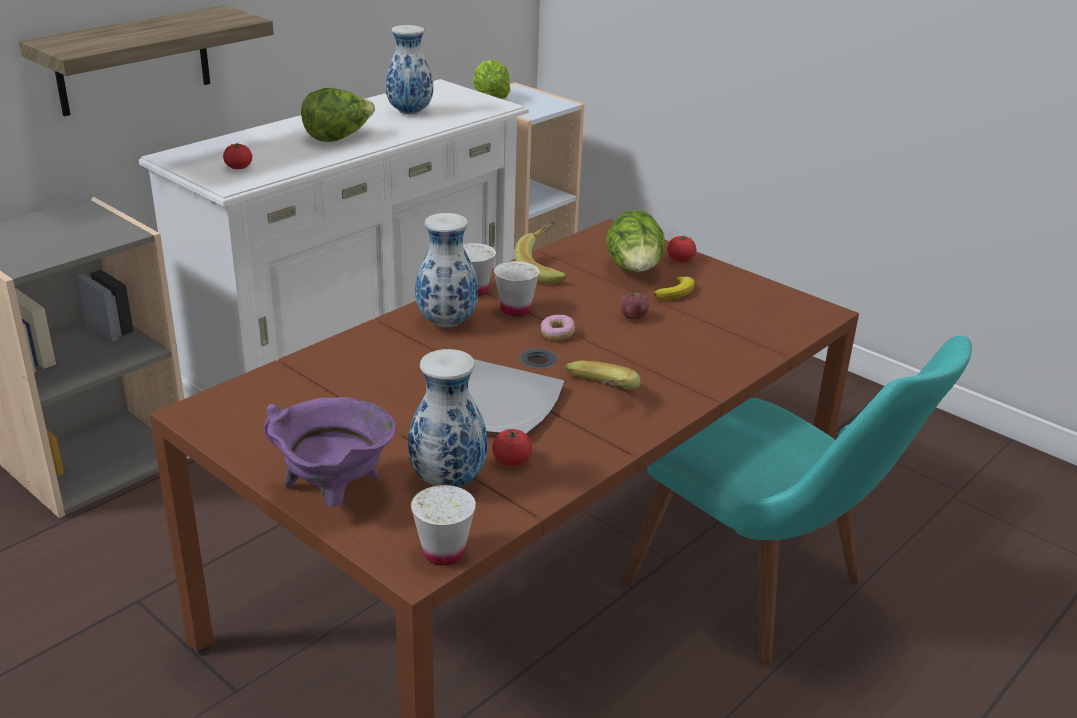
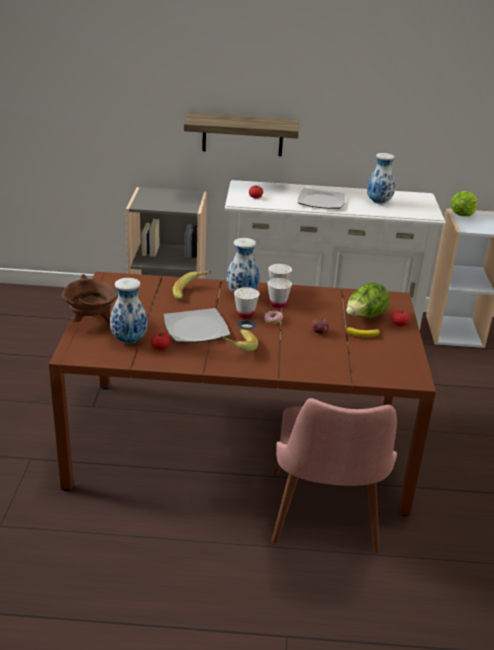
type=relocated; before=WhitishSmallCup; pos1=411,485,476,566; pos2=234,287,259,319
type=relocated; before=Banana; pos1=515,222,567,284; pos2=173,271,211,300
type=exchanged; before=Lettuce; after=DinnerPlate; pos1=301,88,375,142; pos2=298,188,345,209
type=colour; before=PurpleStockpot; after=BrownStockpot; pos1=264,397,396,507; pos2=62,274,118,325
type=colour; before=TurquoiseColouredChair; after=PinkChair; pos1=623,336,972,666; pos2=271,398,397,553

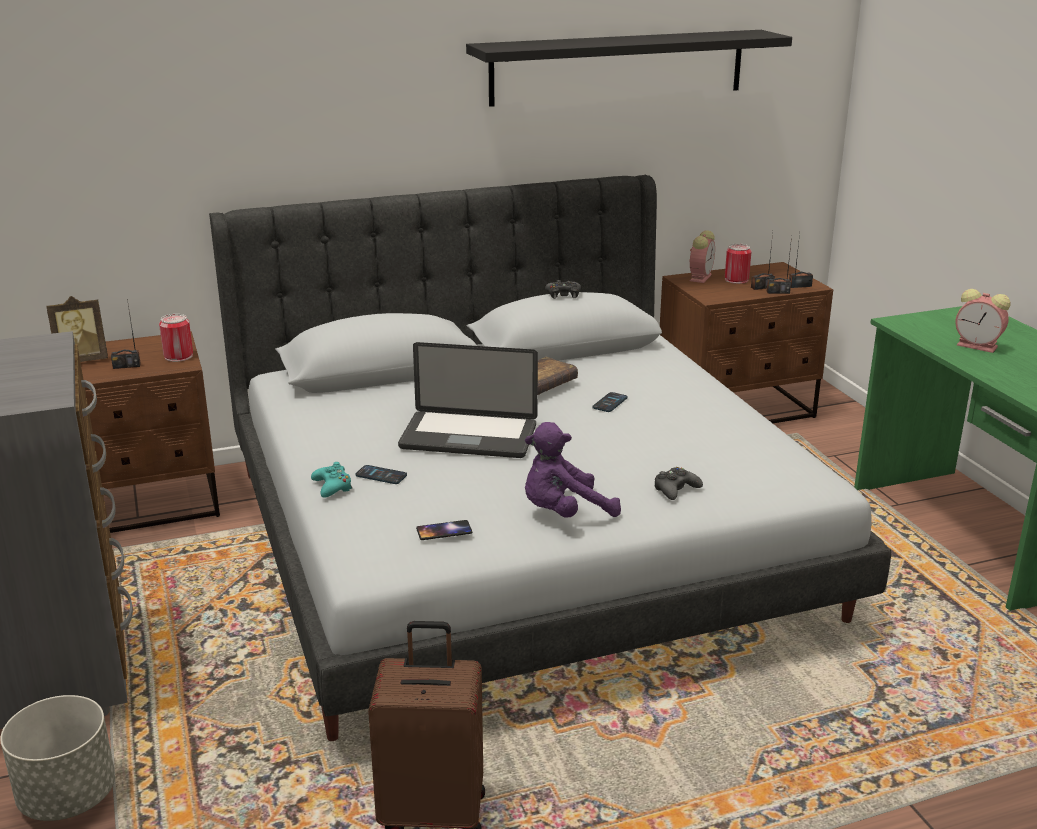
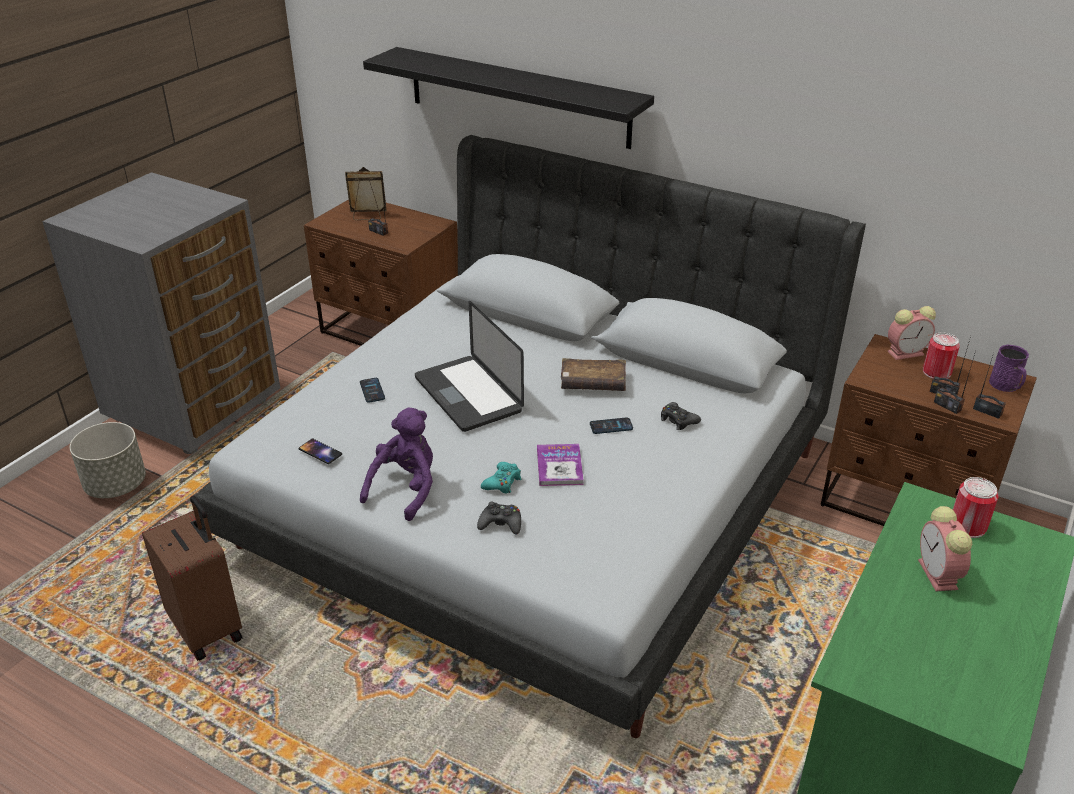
type=appeared; after=Volume; pos2=537,444,584,486
type=appeared; after=PurpleTeaMug; pos2=989,345,1029,392
type=relocated; before=SealedCan; pos1=159,314,193,362; pos2=953,477,999,538
type=relocated; before=TurquoiseColouredJoypad; pos1=311,462,352,498; pos2=481,462,521,494
type=relocated; before=BlackishShelf; pos1=466,30,792,107; pos2=363,47,654,149
type=relocated; before=BlackishJoypad; pos1=545,280,581,299; pos2=661,402,701,430
type=spun; before=PictureFrame; pos1=46,296,108,362; pos2=345,167,387,220; turn=150
type=spun; before=PurpleCuddlyToy; pos1=525,422,621,518; pos2=360,408,433,521; turn=90

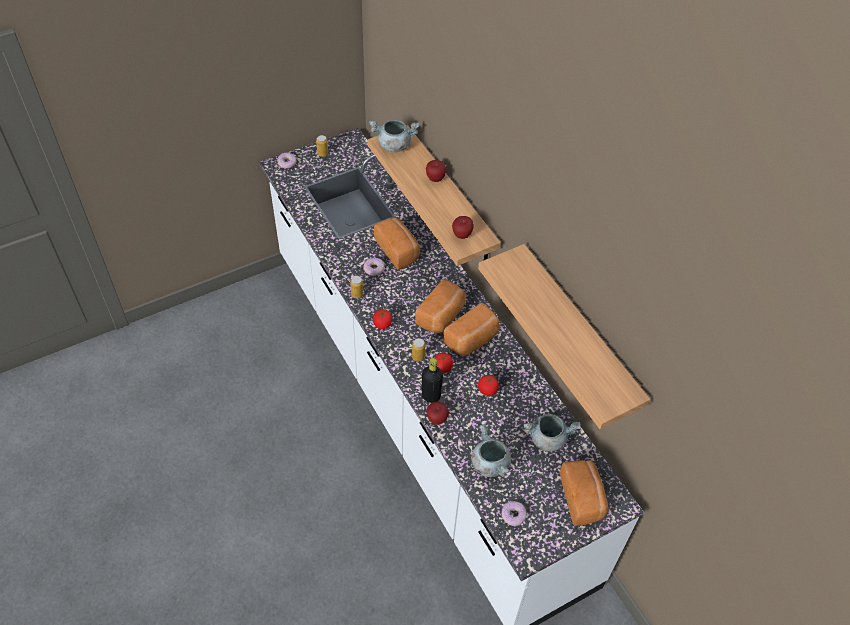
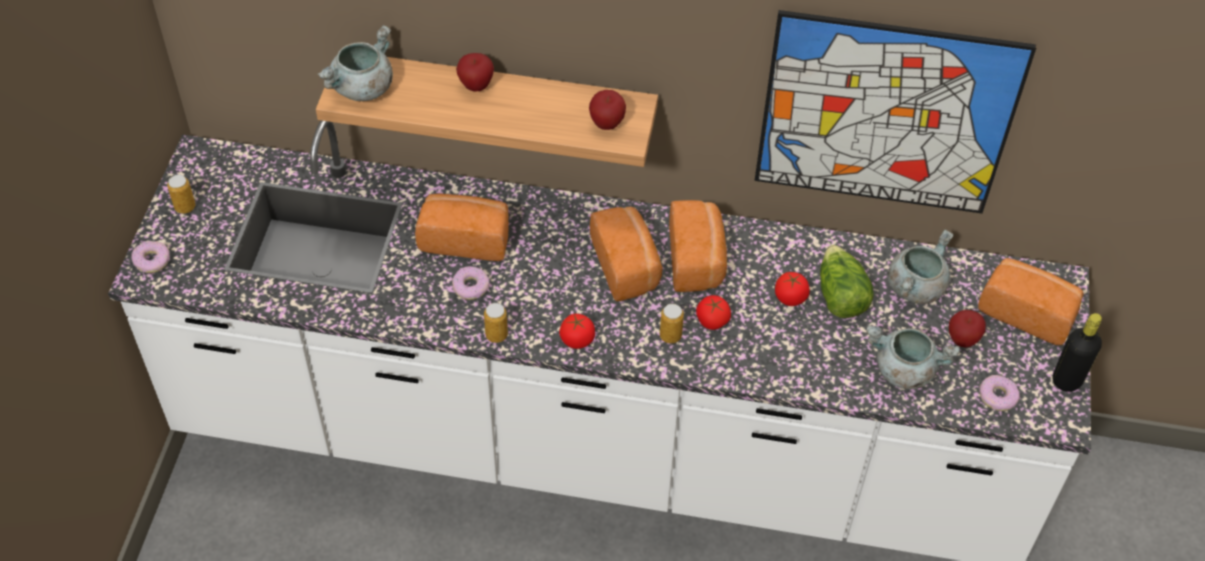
type=appeared; after=Lettuce; pos2=820,245,874,318
type=relocated; before=BlackishBeverageBottle; pos1=422,358,443,403; pos2=1053,313,1102,392
type=relocated; before=AppleFruit; pos1=426,402,449,425; pos2=949,310,986,348
type=exchanged; before=Shelf; after=WallPicture; pos1=478,244,650,429; pos2=755,10,1037,214

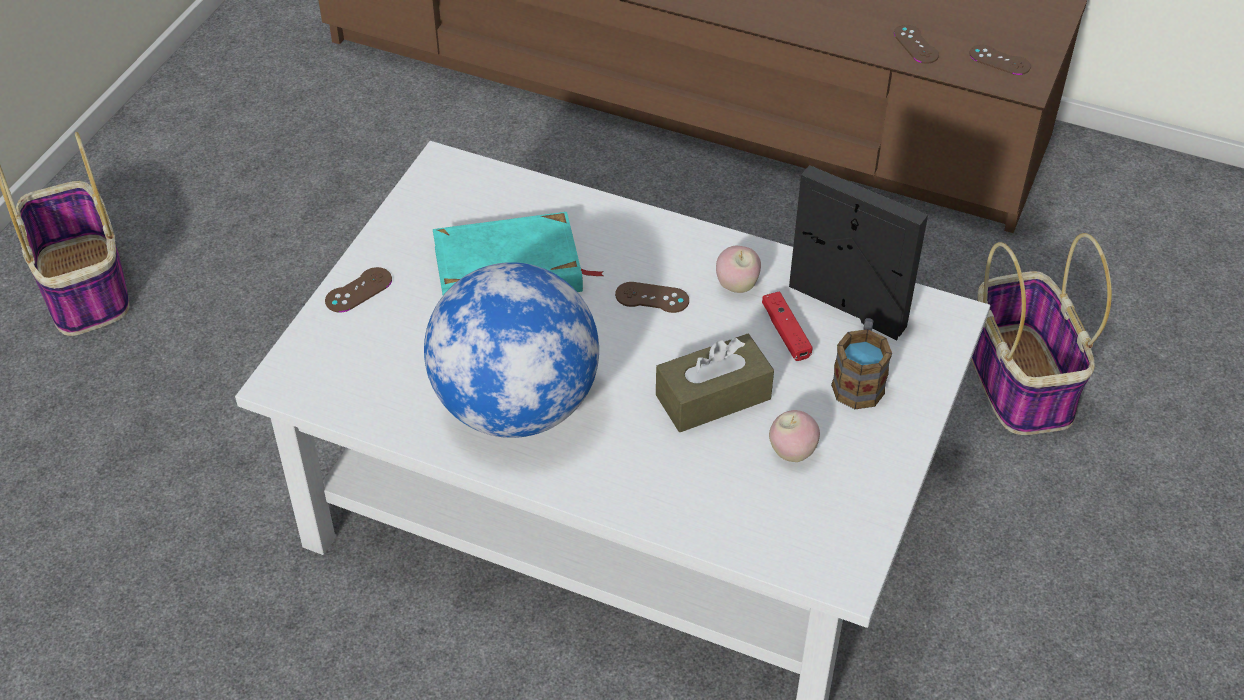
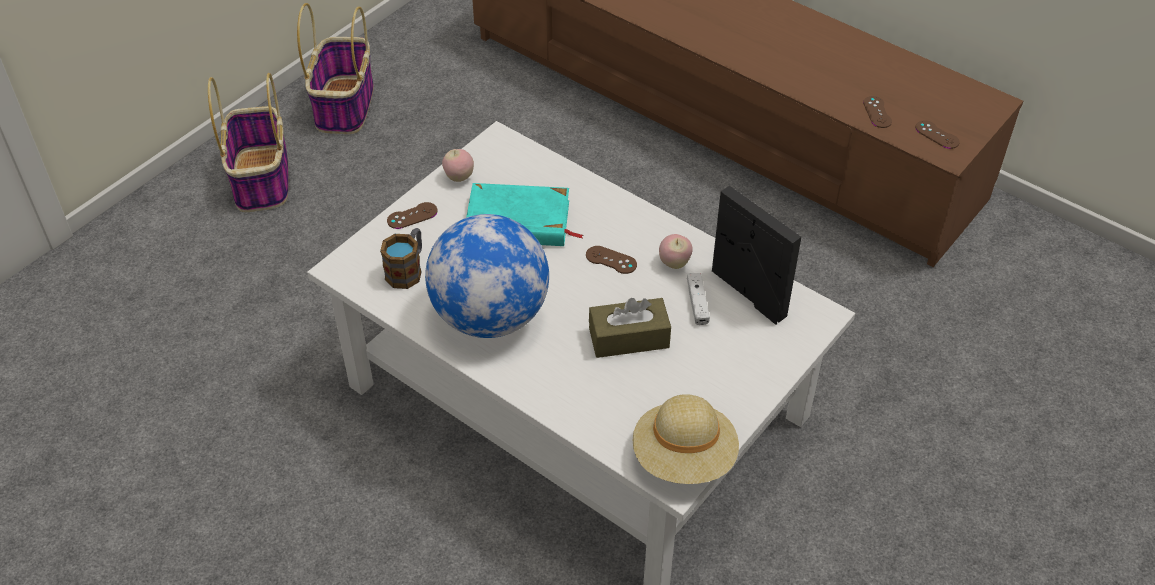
type=appeared; after=BeigeColouredHat; pos2=633,394,739,484
type=relocated; before=AppleFruit; pos1=769,410,820,462; pos2=442,149,474,182
type=relocated; before=TeaMug; pos1=831,318,892,409; pos2=380,228,422,289
type=relocated; before=HouseholdBasket; pos1=971,233,1112,435; pos2=297,3,374,134
type=colour; before=RedJoypad; after=WhitishJoypad; pos1=762,292,813,361; pos2=687,273,710,325

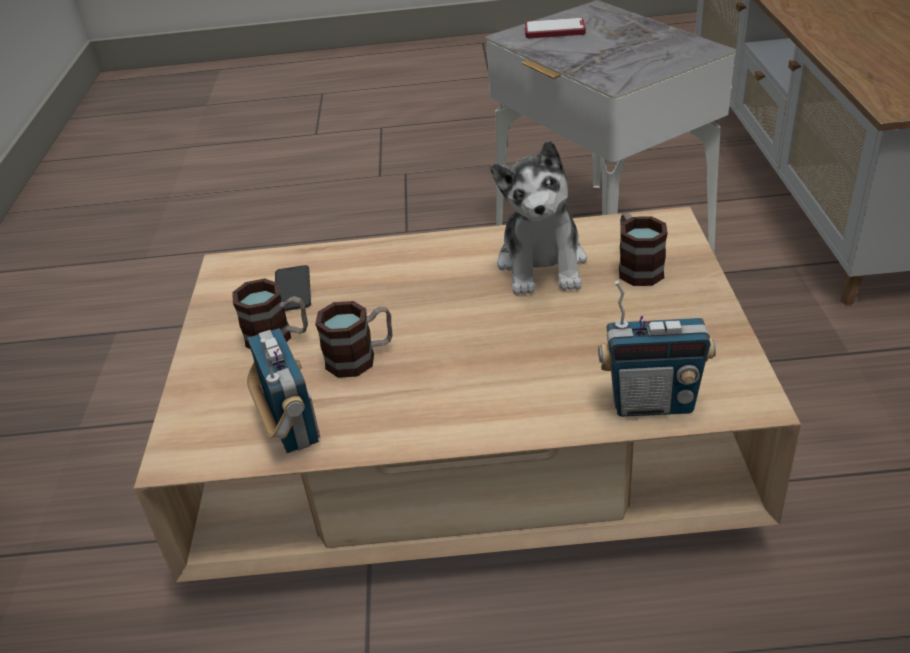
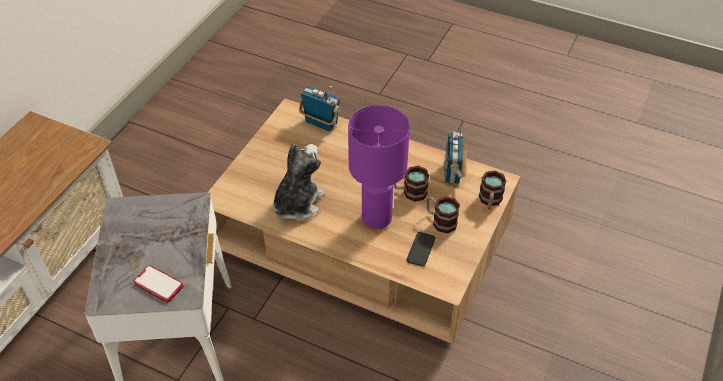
type=appeared; after=PurpleLampForATable; pos2=348,105,410,229
type=relocated; before=TeaMug; pos1=619,213,668,286; pos2=479,170,506,210

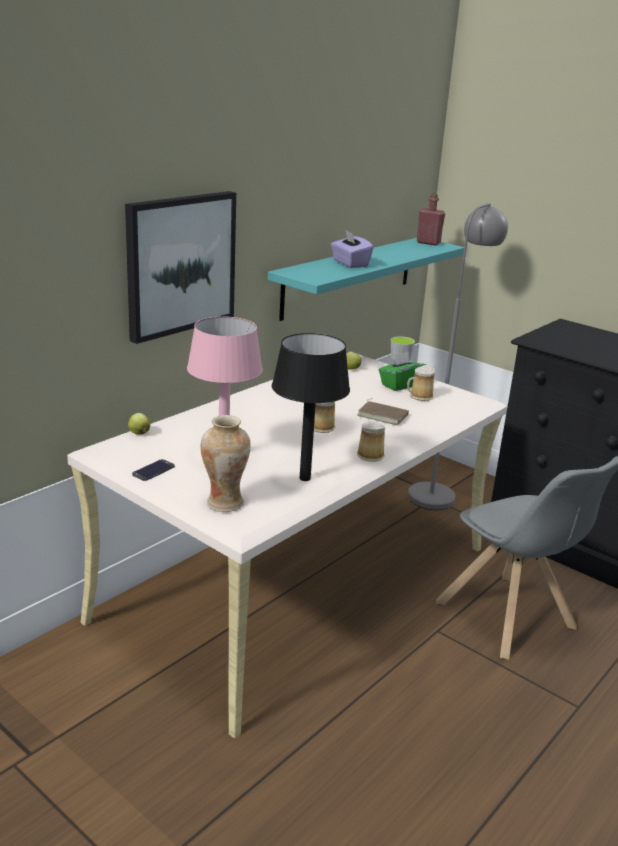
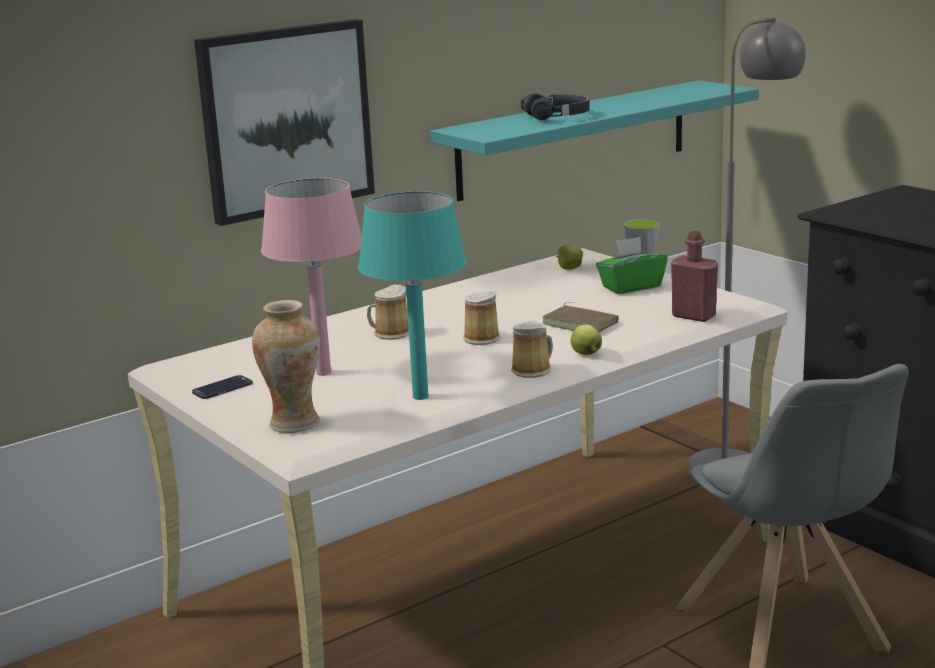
type=relocated; before=AppleFruit; pos1=128,413,150,435; pos2=571,324,602,355
type=relocated; before=TeaMug; pos1=407,365,435,401; pos2=367,285,409,340
type=relocated; before=RedBeverageBottle; pos1=417,193,445,246; pos2=671,231,718,322
type=exchanged; before=PurpleBoxOfTissues; after=BlackishHeadphones; pos1=331,230,374,268; pos2=521,94,590,120
type=colour; before=BlackishLampForATable; after=TurquoiseColouredLampForATable; pos1=272,333,350,481; pos2=358,191,467,400

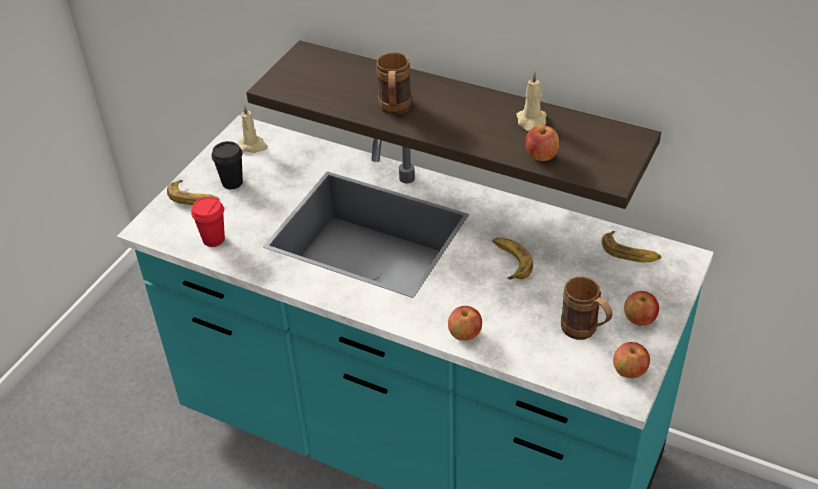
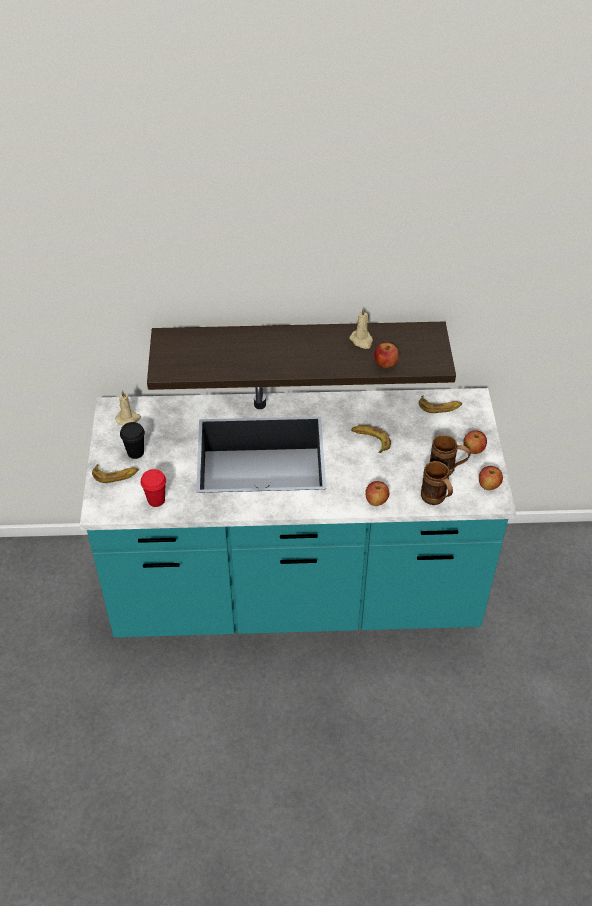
type=relocated; before=BrownTeaMug; pos1=376,52,411,115; pos2=421,461,453,505

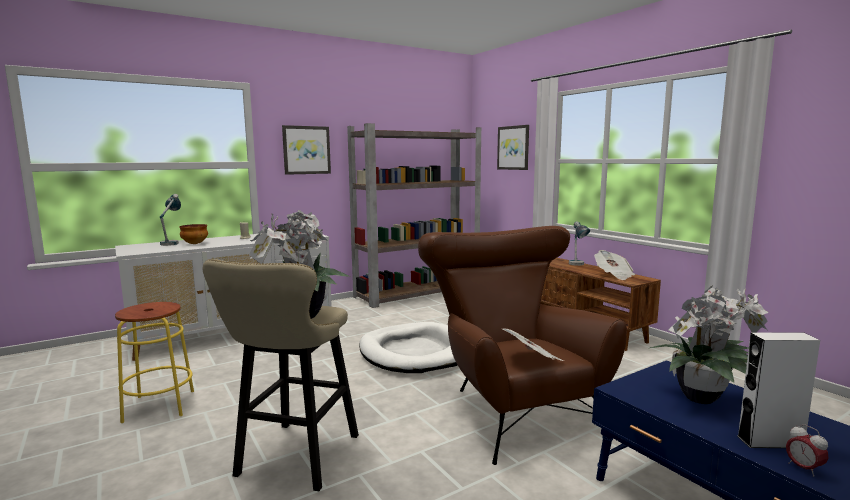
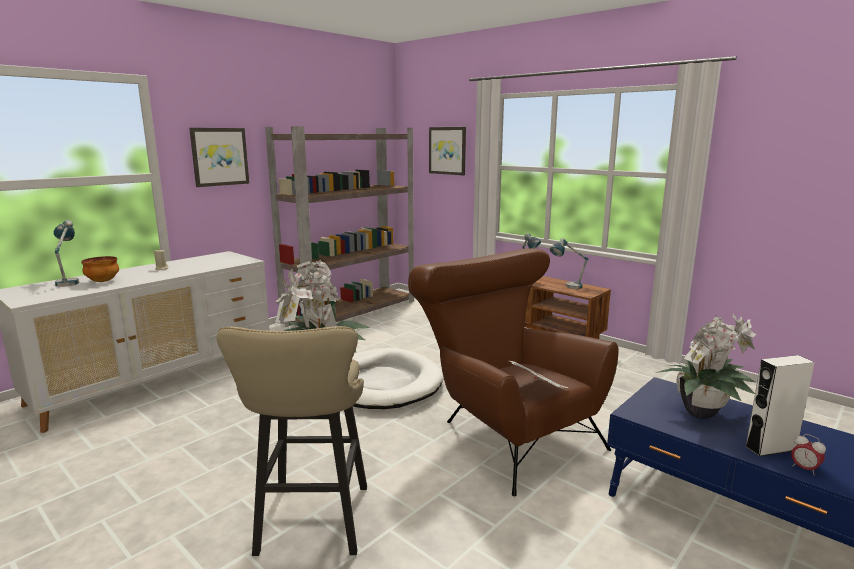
type=missing; before=YellowStoolSeat; pos1=115,302,194,423
type=exchanged; before=PrintedPaper; after=LampForATable; pos1=594,250,635,280; pos2=550,238,588,289

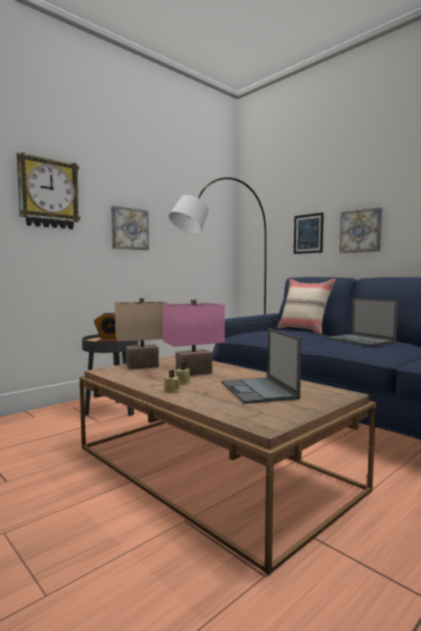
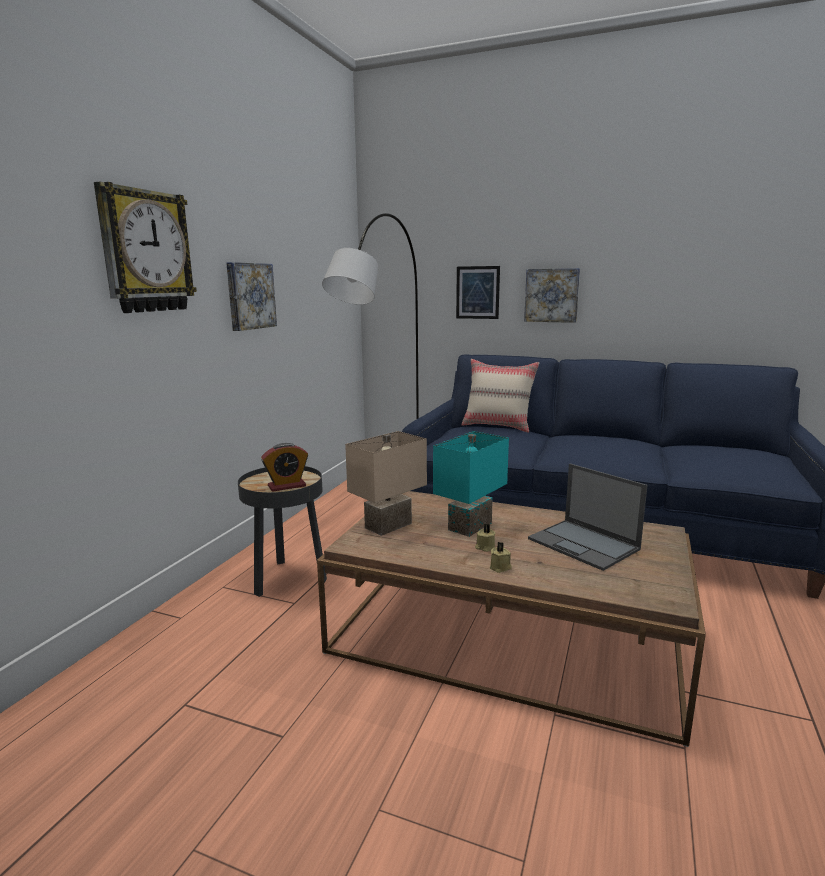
type=missing; before=Laptop; pos1=326,298,398,346
type=colour; before=PinkLampForATable; after=TurquoiseColouredLampForATable; pos1=163,299,225,376; pos2=433,431,509,537

